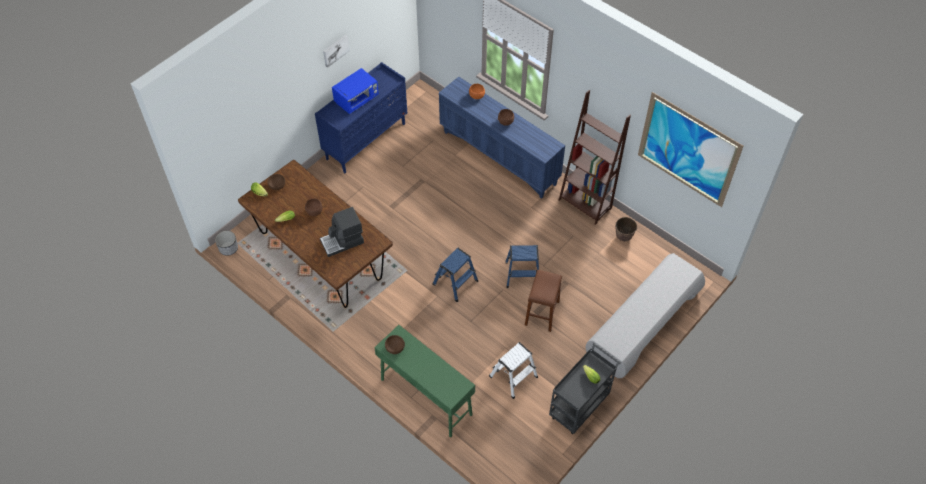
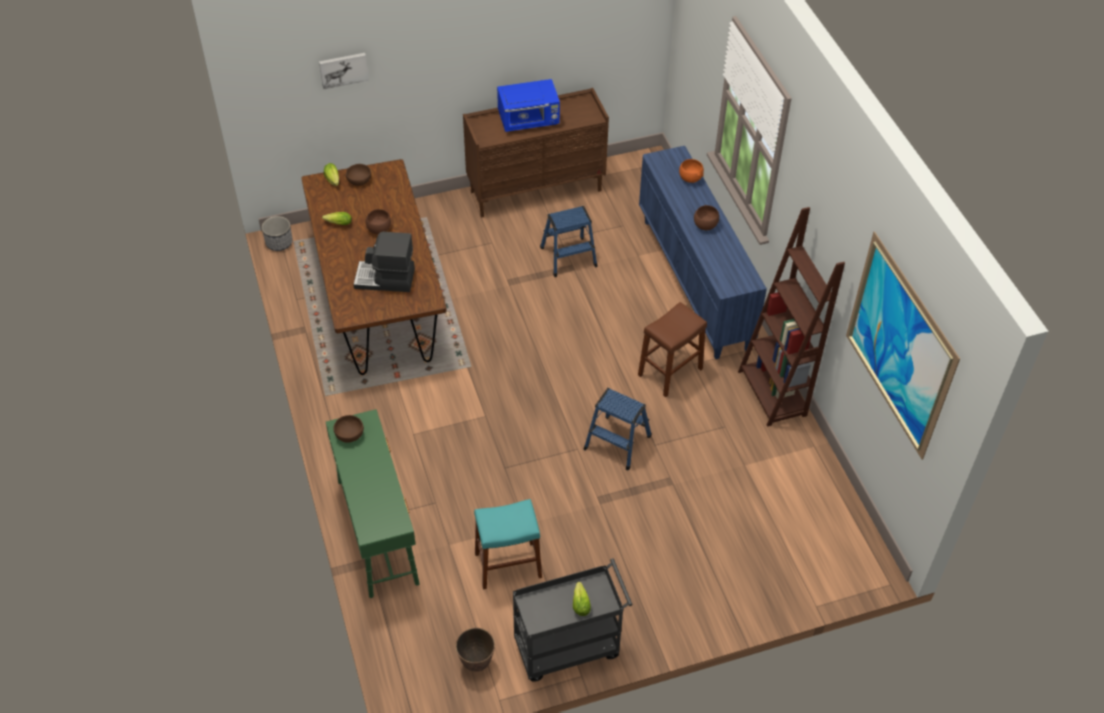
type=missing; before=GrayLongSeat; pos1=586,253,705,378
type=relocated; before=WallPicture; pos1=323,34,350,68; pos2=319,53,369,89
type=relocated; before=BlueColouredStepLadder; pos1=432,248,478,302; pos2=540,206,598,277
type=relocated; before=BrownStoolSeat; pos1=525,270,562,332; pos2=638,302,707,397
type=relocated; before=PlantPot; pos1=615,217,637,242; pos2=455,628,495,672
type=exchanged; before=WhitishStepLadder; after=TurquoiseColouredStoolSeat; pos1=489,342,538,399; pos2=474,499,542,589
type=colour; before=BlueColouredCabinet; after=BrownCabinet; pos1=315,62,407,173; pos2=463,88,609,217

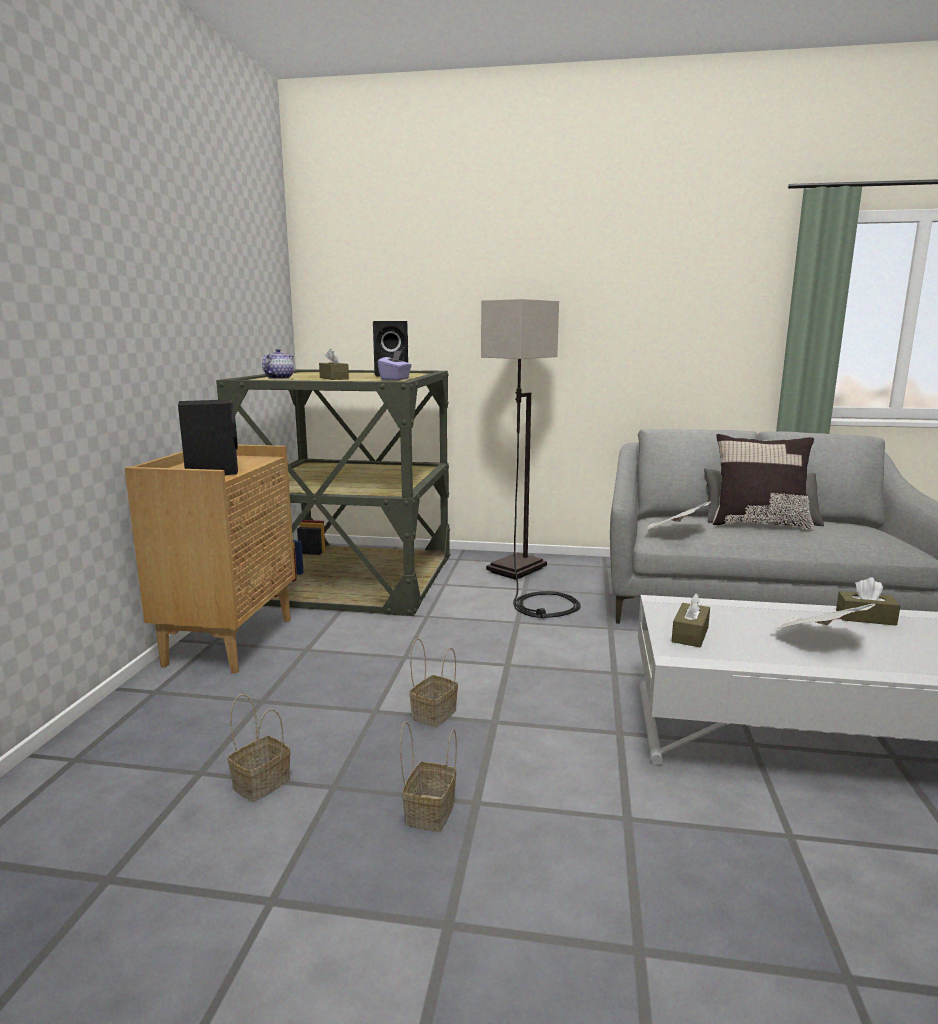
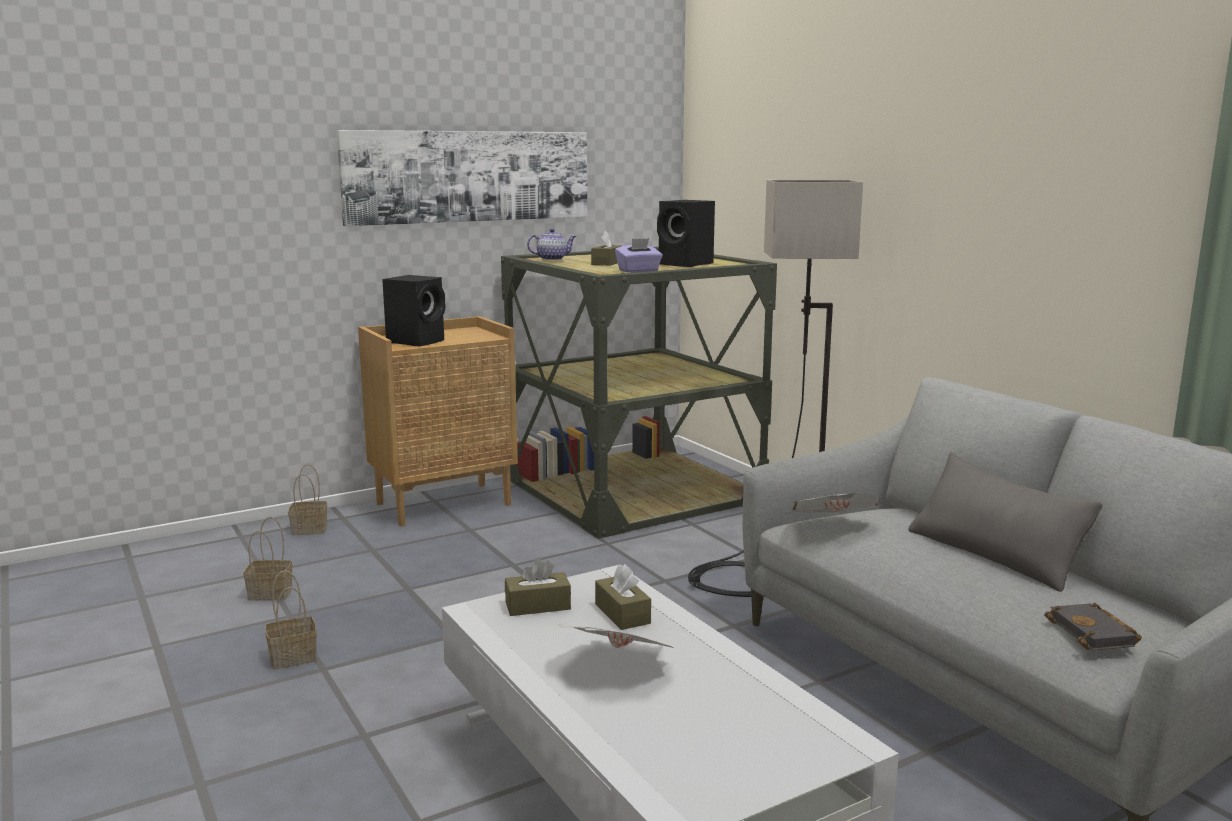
type=missing; before=Pillow; pos1=713,434,814,531
type=appeared; after=WallPicture; pos2=336,130,587,226
type=appeared; after=BlackishVolume; pos2=1044,603,1142,650
type=relocated; before=HouseholdBasket; pos1=409,638,458,727; pos2=288,464,327,535
type=relocated; before=BrownBoxOfTissues; pos1=836,577,901,626; pos2=595,564,651,630

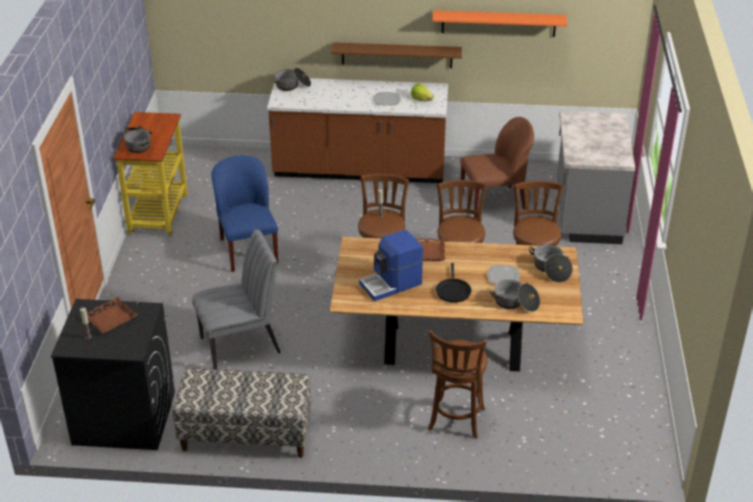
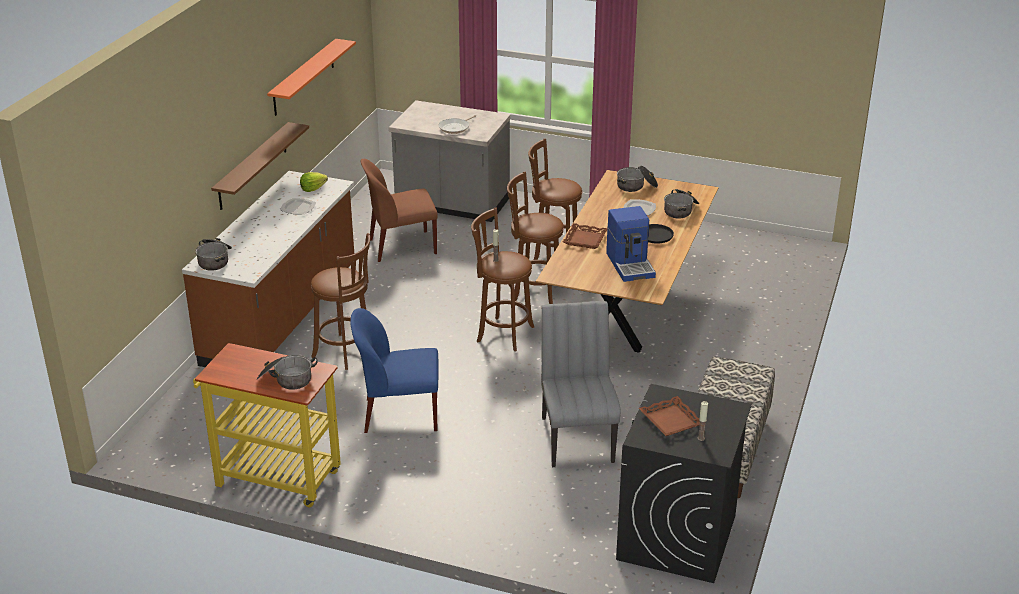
type=appeared; after=FryingPan; pos2=438,115,476,134
type=relocated; before=BrownStoolSeat; pos1=428,330,488,439; pos2=311,233,371,370
type=spun; before=BrownChair; pos1=460,117,534,218; pos2=361,159,438,262; turn=-105

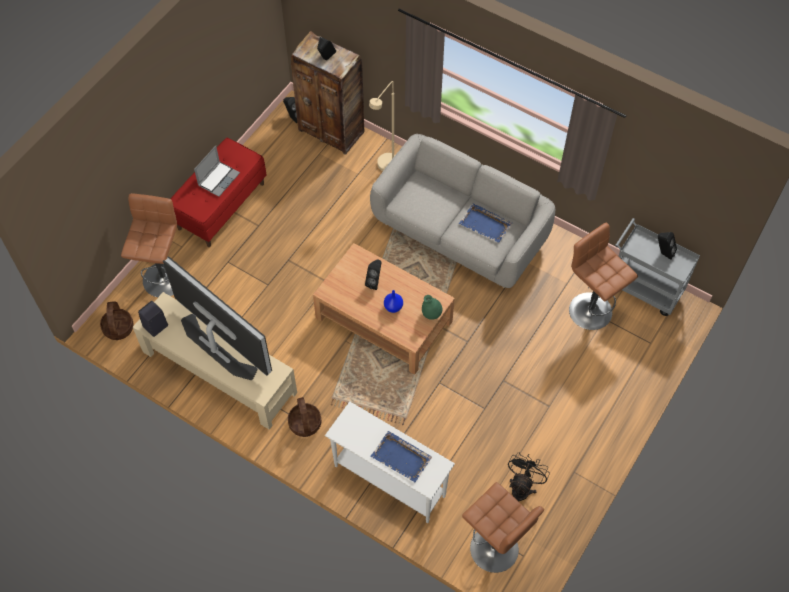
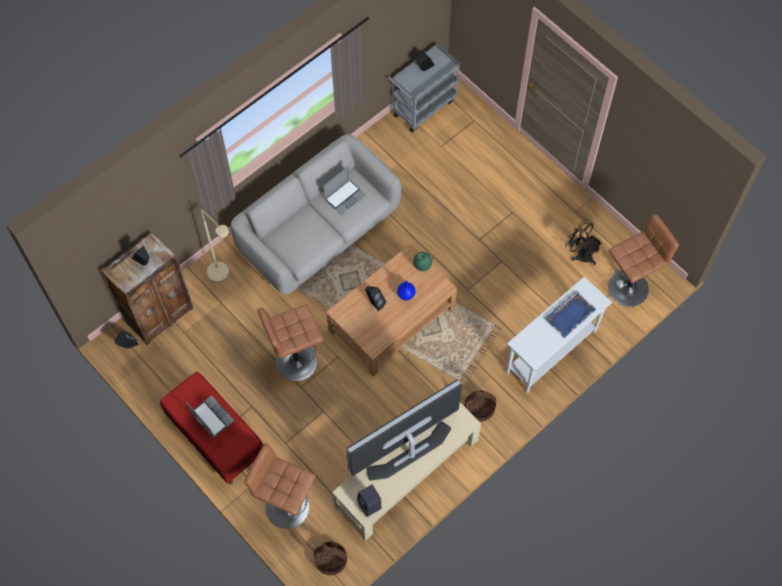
type=relocated; before=BrownStoolSeat; pos1=569,223,638,330; pos2=258,304,323,381
type=exchanged; before=BlueColouredServingTray; after=Laptop; pos1=459,204,512,243; pos2=323,166,366,215

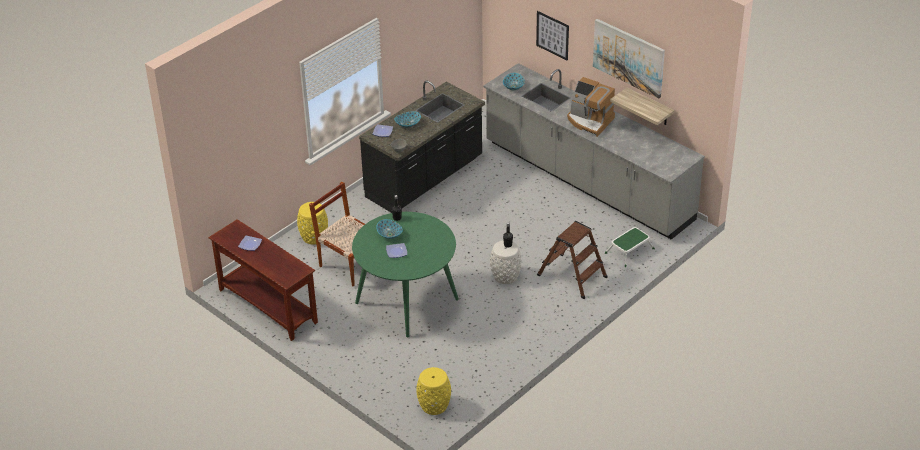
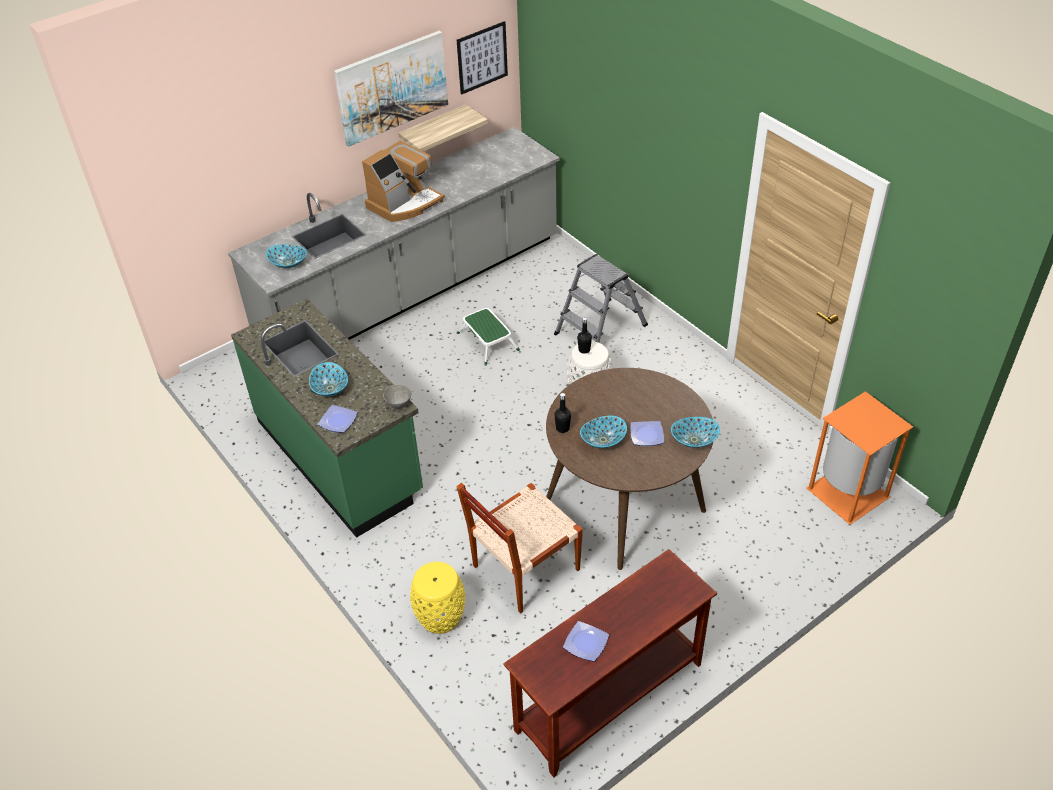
type=appeared; after=Bowl; pos2=671,417,720,448
type=relocated; before=WallPicture; pos1=536,11,569,60; pos2=457,21,508,95
type=relocated; before=GreenColouredStepLadder; pos1=605,227,655,267; pos2=457,308,520,366
type=exchanged; before=YellowStoolSeat; after=OrangeWasteBin; pos1=416,367,451,415; pos2=806,391,913,525
type=colour; before=GreenColouredKitchenTable; after=BrownKitchenTable; pos1=352,212,459,337; pos2=546,368,714,570
type=colour; before=BlackishCounter; after=GreenColouredCounter; pos1=359,81,485,213; pos2=231,298,423,538
type=colour; before=BrownStepLadder; after=GrayStepLadder; pos1=537,221,608,299; pos2=554,254,648,343

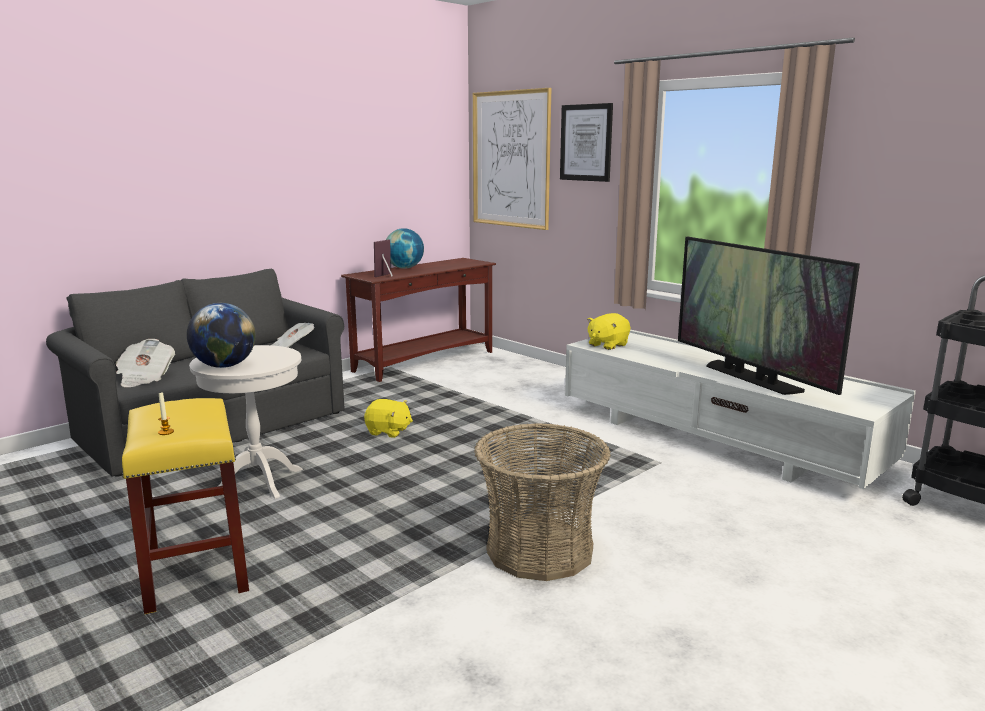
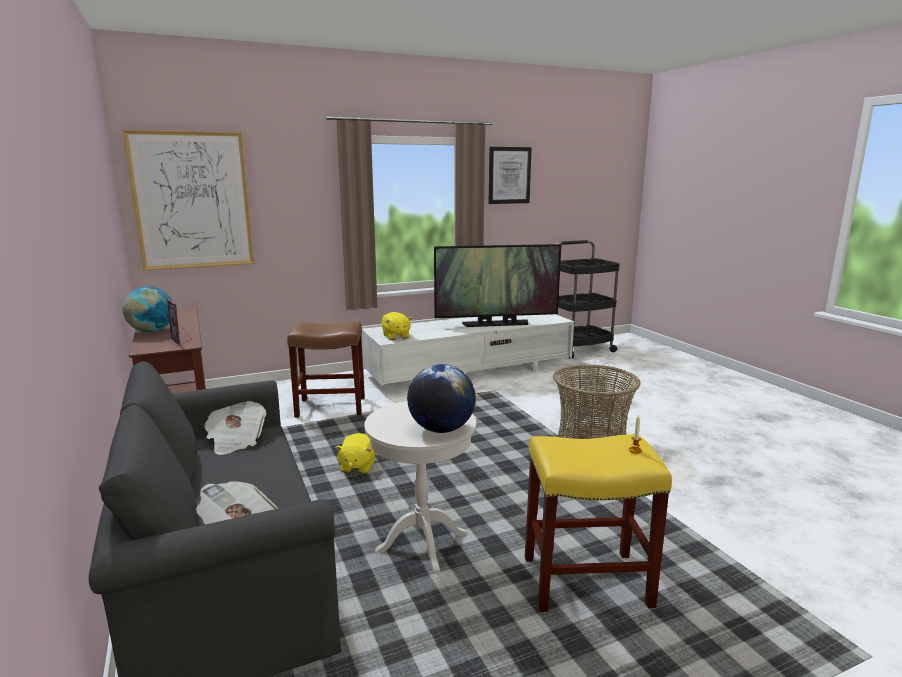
type=appeared; after=BrownStoolSeat; pos2=287,321,365,418
type=relocated; before=WallPicture; pos1=560,103,613,182; pos2=488,147,532,204
type=spun; before=YellowCuddlyToy; pos1=364,399,413,438; pos2=335,433,375,474; turn=150

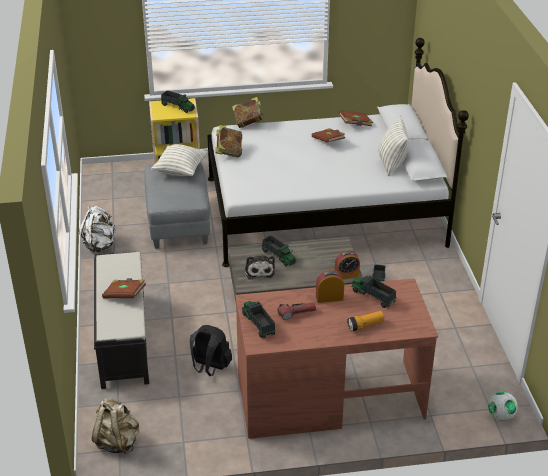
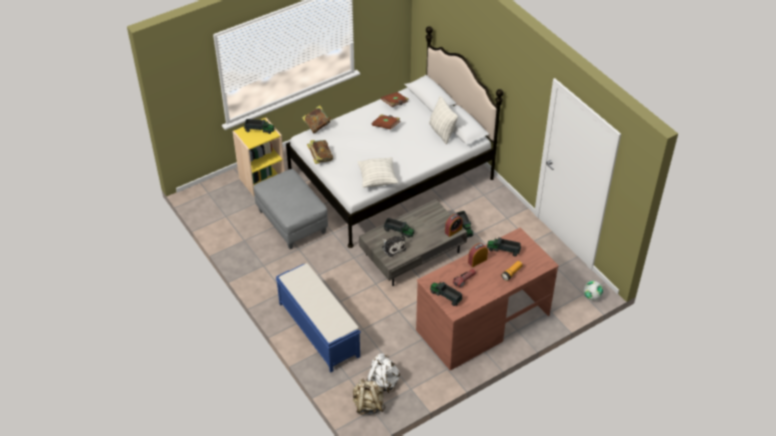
type=missing; before=BrownVolume; pos1=102,278,146,298
type=missing; before=BlackishKnapsack; pos1=190,325,232,376
type=relocated; before=WhitishKnapsack; pos1=79,206,116,253; pos2=367,354,400,393
type=relocated; before=Pillow; pos1=151,144,208,176; pos2=358,157,398,188
type=colour; before=BlackishLongSeat; after=BlueColouredLongSeat; pos1=94,252,149,389; pos2=275,263,361,373

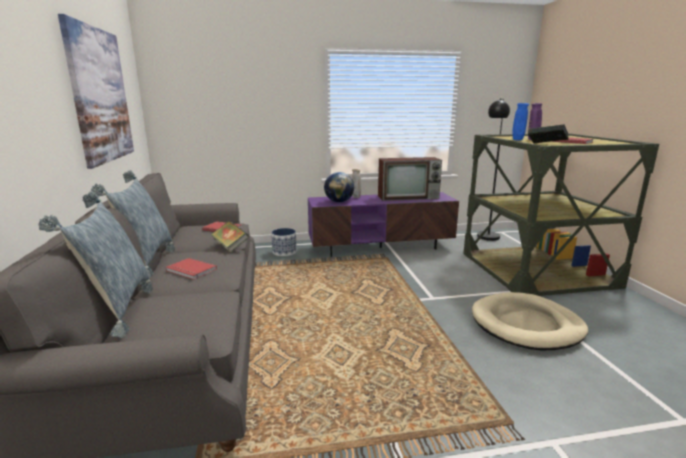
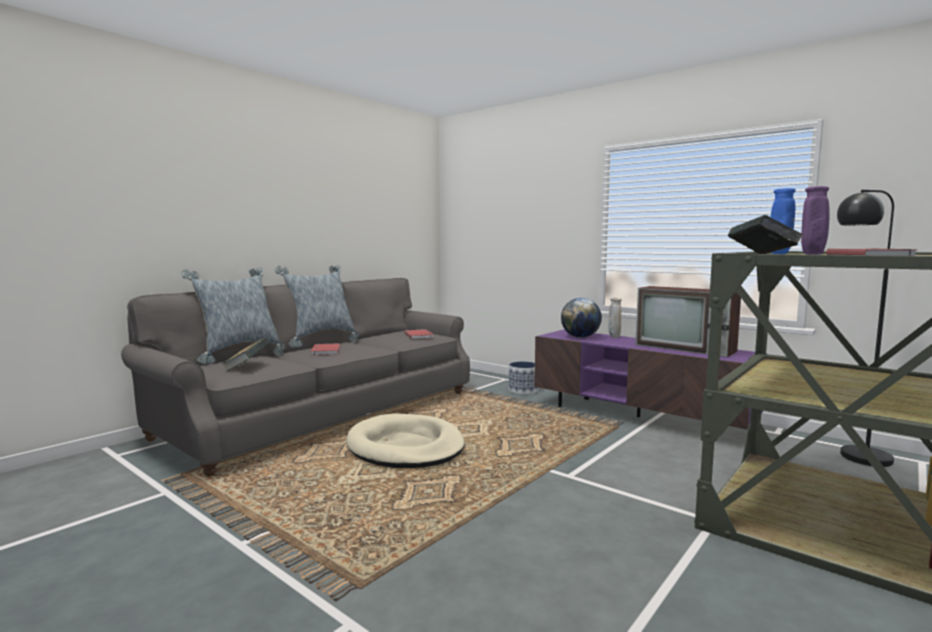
type=missing; before=WallPicture; pos1=58,14,134,169
type=relocated; before=Volume; pos1=211,221,249,253; pos2=222,338,269,371
type=relocated; before=BeigeColouredPetBed; pos1=472,292,588,350; pos2=346,413,465,468

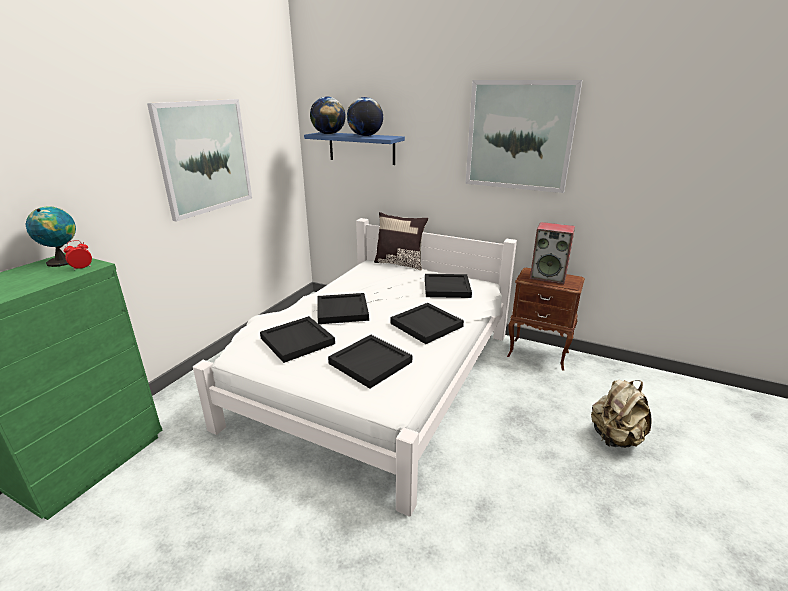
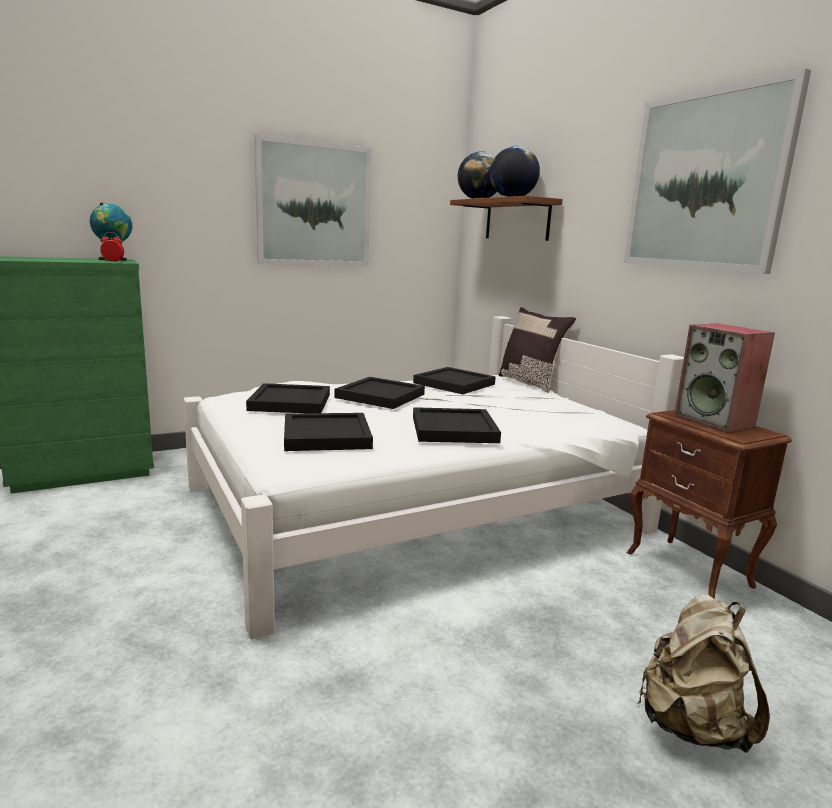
type=relocated; before=BlackishServingTray; pos1=425,274,472,298; pos2=413,367,496,395
type=colour; before=BlueColouredShelf; after=BrownShelf; pos1=304,132,405,165; pos2=450,196,563,241

